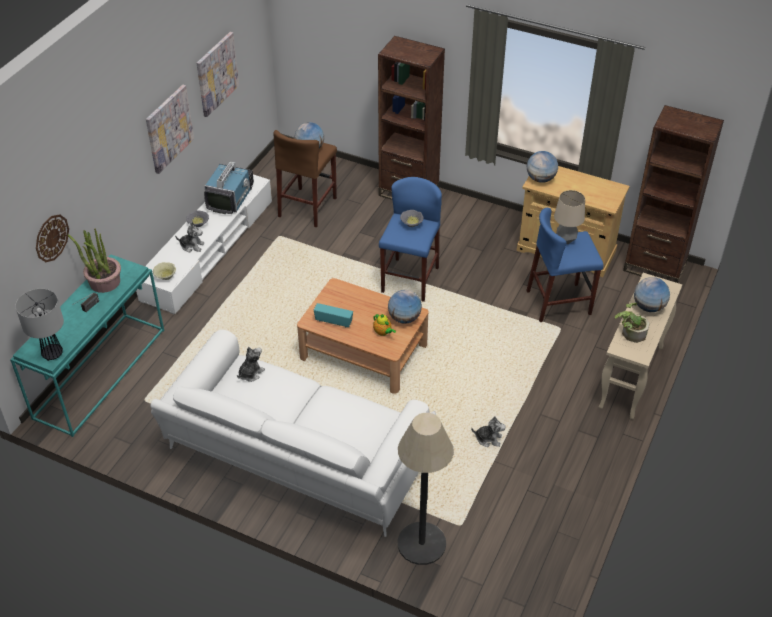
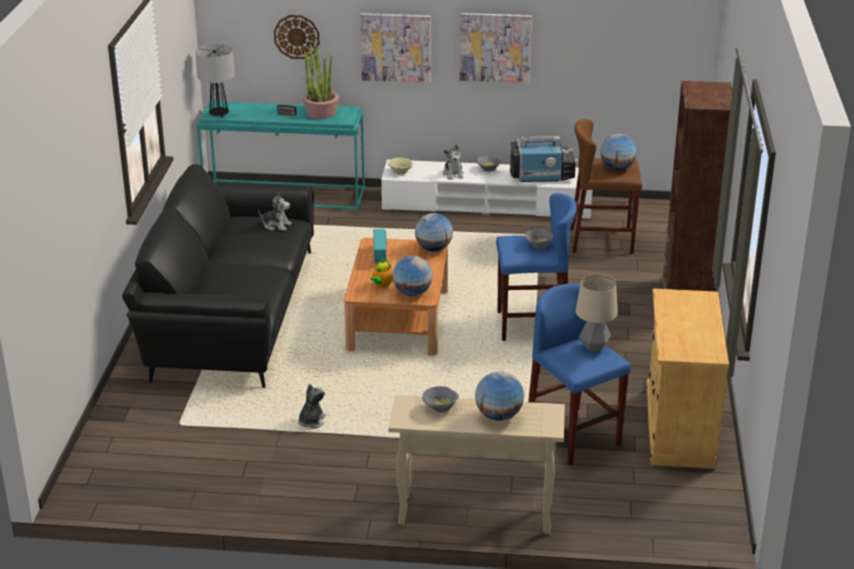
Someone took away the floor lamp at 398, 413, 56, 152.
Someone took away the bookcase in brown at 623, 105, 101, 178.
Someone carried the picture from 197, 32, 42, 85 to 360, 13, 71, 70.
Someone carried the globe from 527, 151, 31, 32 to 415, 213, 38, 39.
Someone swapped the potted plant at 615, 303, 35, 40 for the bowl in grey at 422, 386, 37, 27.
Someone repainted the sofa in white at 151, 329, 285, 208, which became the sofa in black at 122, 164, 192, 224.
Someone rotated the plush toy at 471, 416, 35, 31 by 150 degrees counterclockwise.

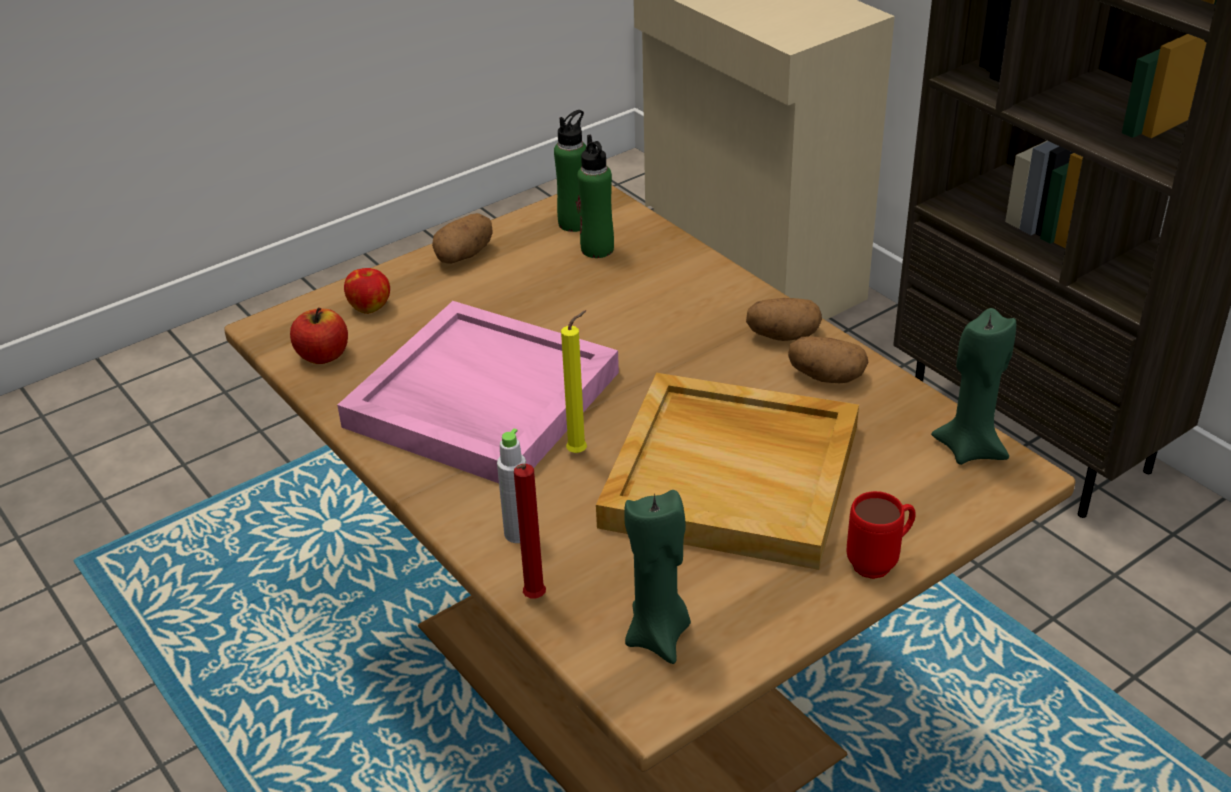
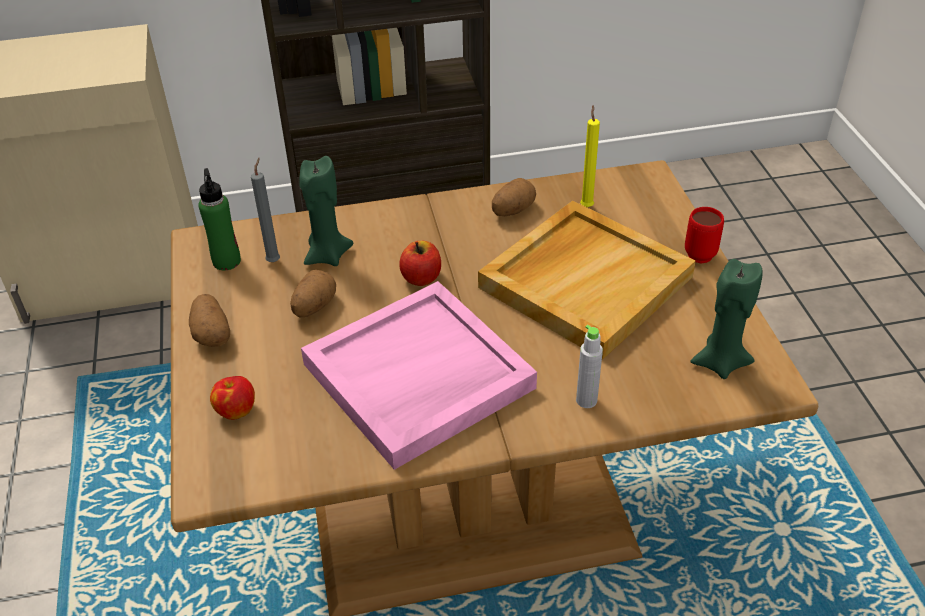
Someone took away the candle in red at 514, 464, 32, 134.
Someone carried the apple from 290, 307, 58, 57 to 399, 241, 42, 45.
Someone carried the candle in yellow from 561, 310, 26, 143 to 580, 105, 20, 102.
Someone carried the potato from 746, 298, 76, 43 to 290, 270, 46, 48.
Someone carried the candle in green from 931, 308, 85, 157 to 299, 156, 54, 110.
Someone swapped the bottle in green at 577, 135, 37, 123 for the candle in grey at 251, 158, 29, 104.

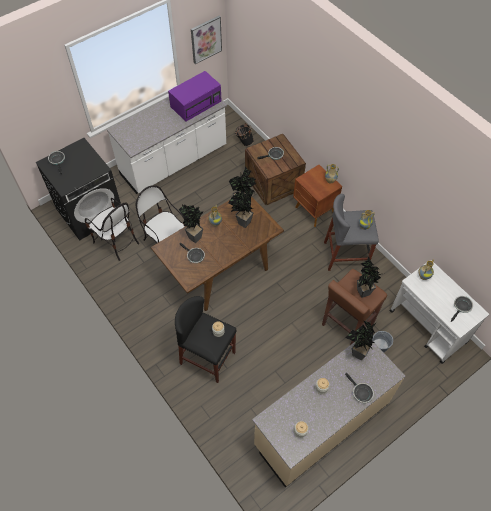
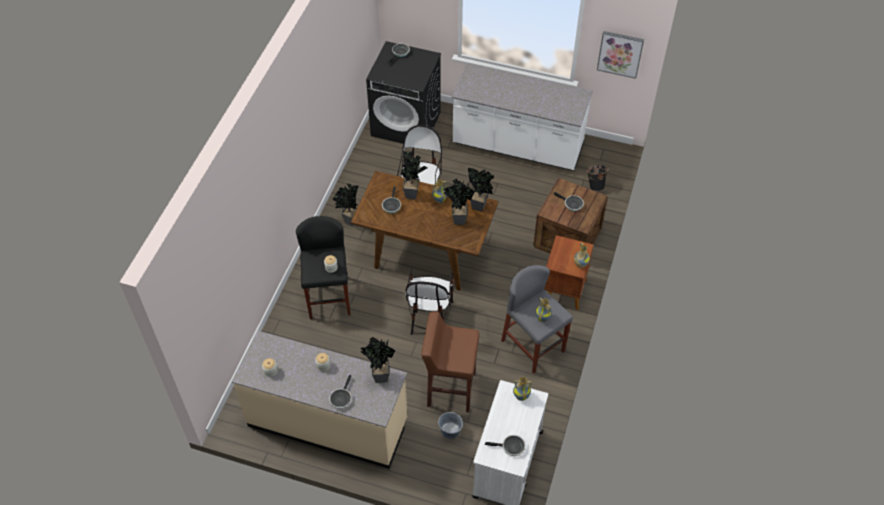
Someone took away the microwave in purple at 168, 71, 54, 51.
Someone carried the chair from 85, 198, 54, 63 to 405, 269, 49, 66.
Someone carried the potted plant from 357, 256, 28, 42 to 332, 184, 27, 43.

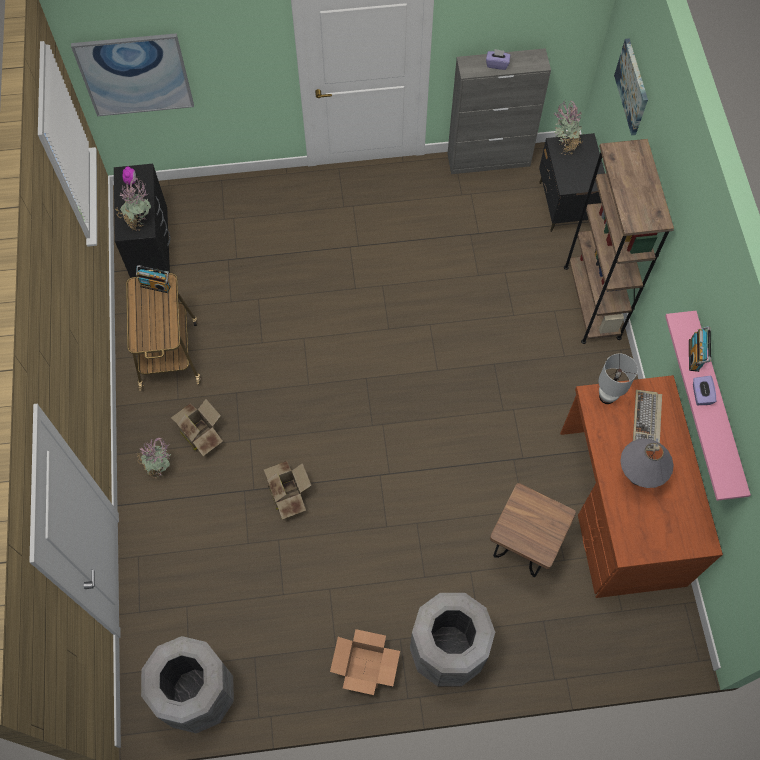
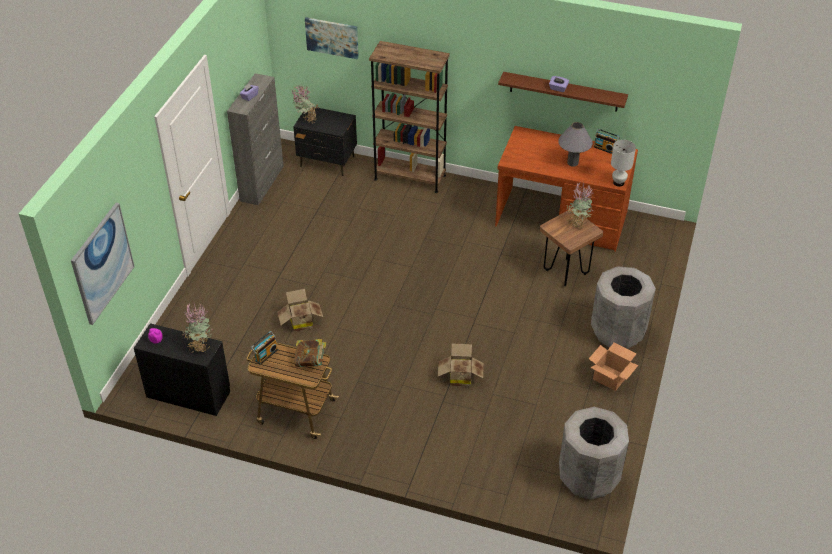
Someone took away the keyboard at 633, 390, 29, 62.
Someone put down the book at 294, 339, 32, 28.
Someone carried the potted plant from 136, 437, 35, 41 to 566, 182, 28, 47.
Someone carried the cardboard box from 171, 399, 52, 57 to 277, 289, 46, 43.
Someone carried the table lamp in white from 598, 354, 40, 50 to 611, 140, 25, 47.
Someone carried the radio from 689, 326, 22, 46 to 594, 129, 26, 25.
Someone repainted the shelf in pink at 665, 311, 86, 190, which became the shelf in brown at 498, 72, 130, 40.

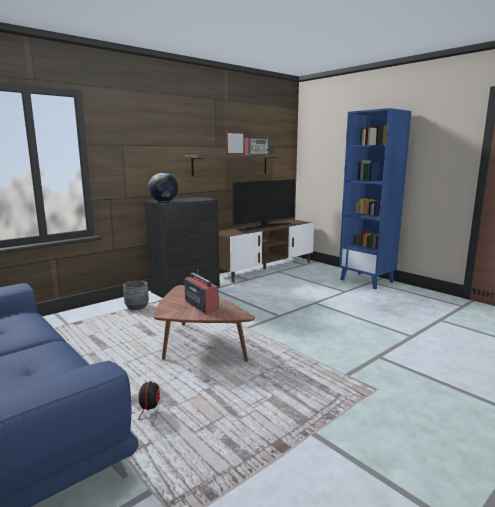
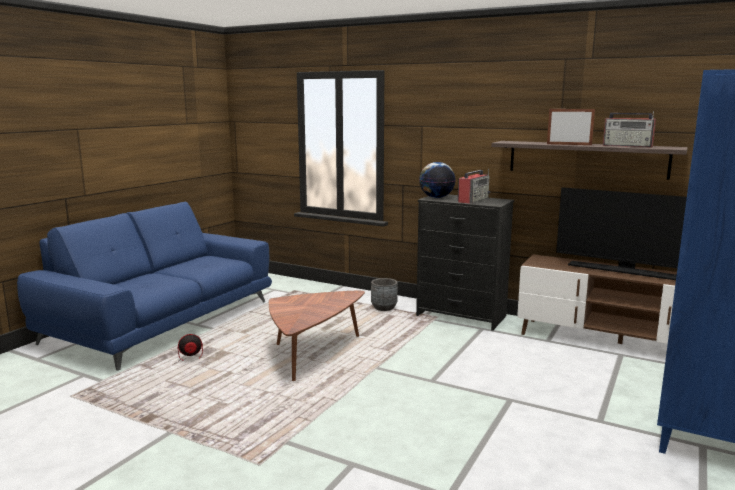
Someone carried the radio from 184, 269, 35, 45 to 458, 168, 32, 36.

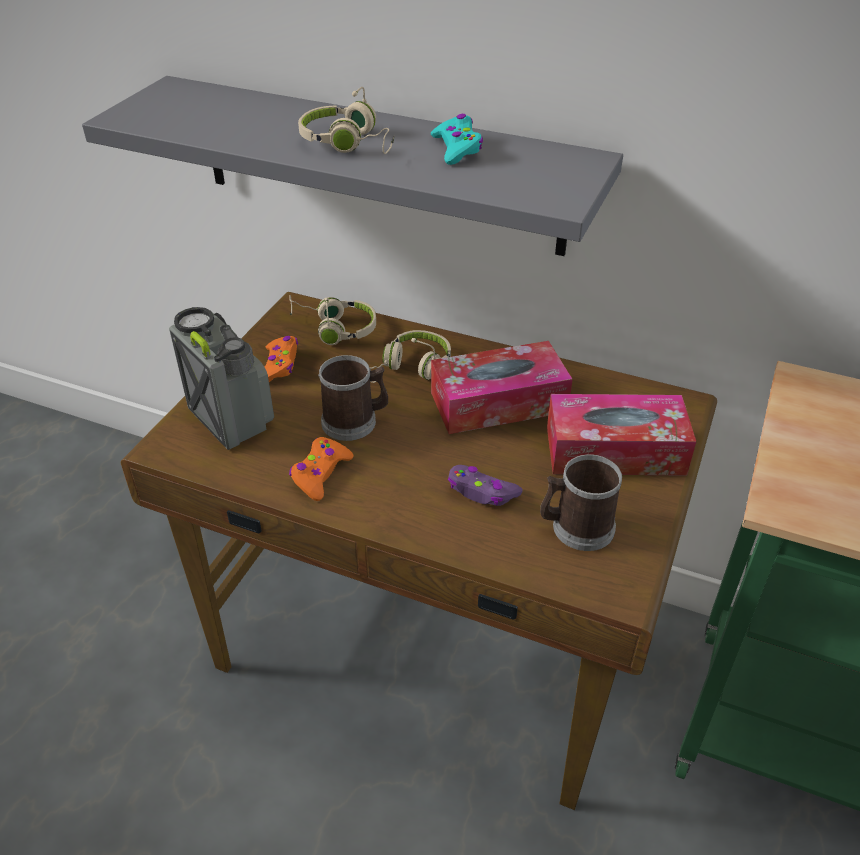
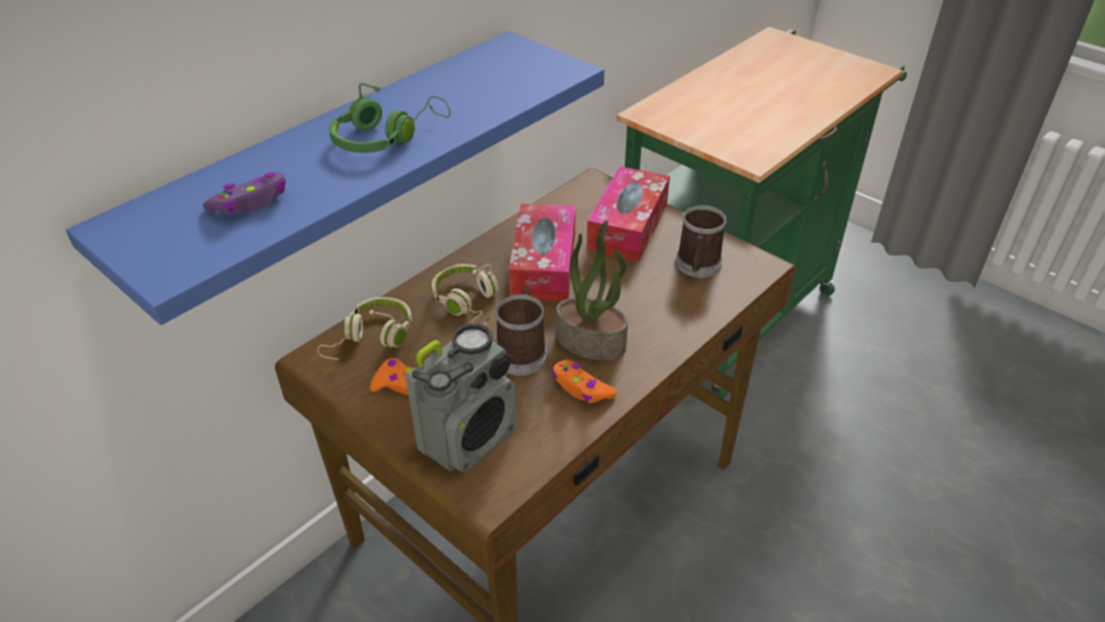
Someone took away the game controller in turquoise at 431, 114, 52, 51.
Someone put down the potted plant at 556, 220, 72, 140.
Someone carried the game controller in purple from 448, 465, 75, 41 to 203, 172, 83, 43.
Someone repainted the shelf in grey at 82, 76, 541, 180, which became the shelf in blue at 66, 31, 538, 294.
Someone repainted the headphones in beige at 298, 87, 97, 67, which became the headphones in green at 329, 83, 122, 70.
Someone rotated the radio at 169, 307, 105, 143 by 150 degrees clockwise.

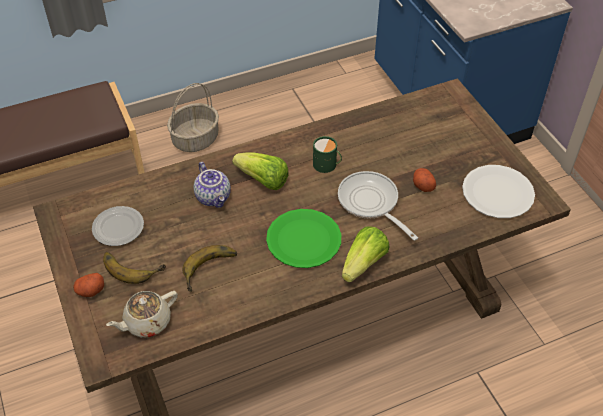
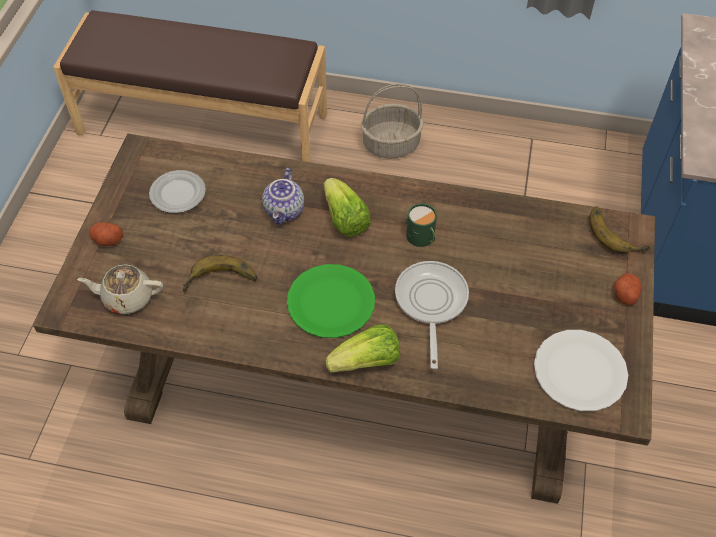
Someone carried the banana from 103, 252, 63, 32 to 589, 206, 61, 47.
Someone carried the potato from 413, 168, 23, 24 to 613, 273, 28, 32.

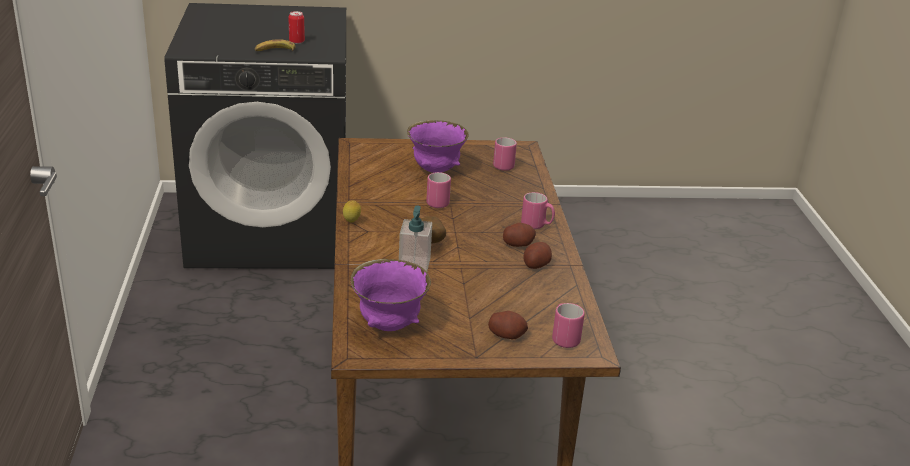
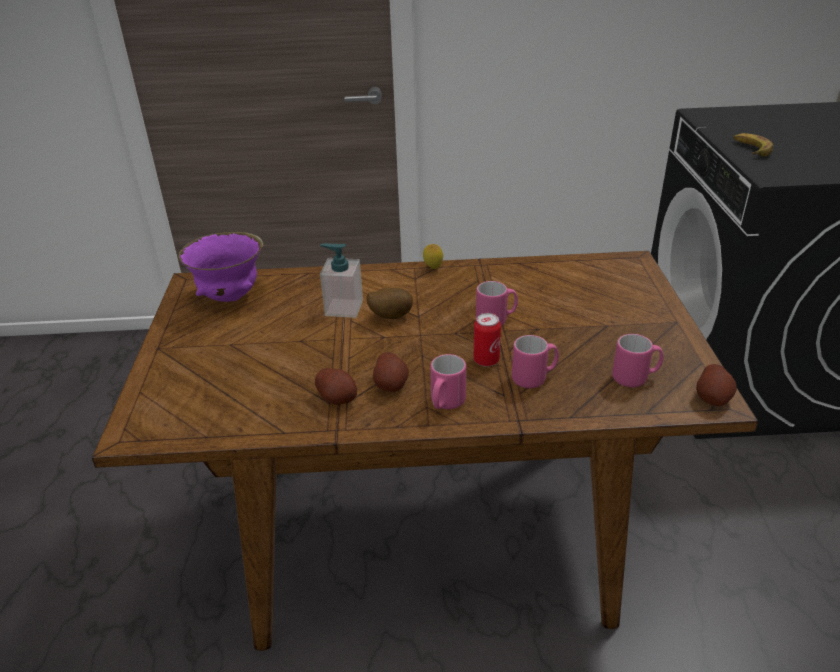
Someone took away the bowl in purple at 407, 120, 62, 53.
Someone carried the can from 288, 11, 17, 33 to 474, 313, 27, 54.
Someone carried the potato from 488, 311, 40, 28 to 696, 364, 41, 42.
Someone carried the mug in pink from 552, 303, 33, 45 to 512, 335, 47, 53.

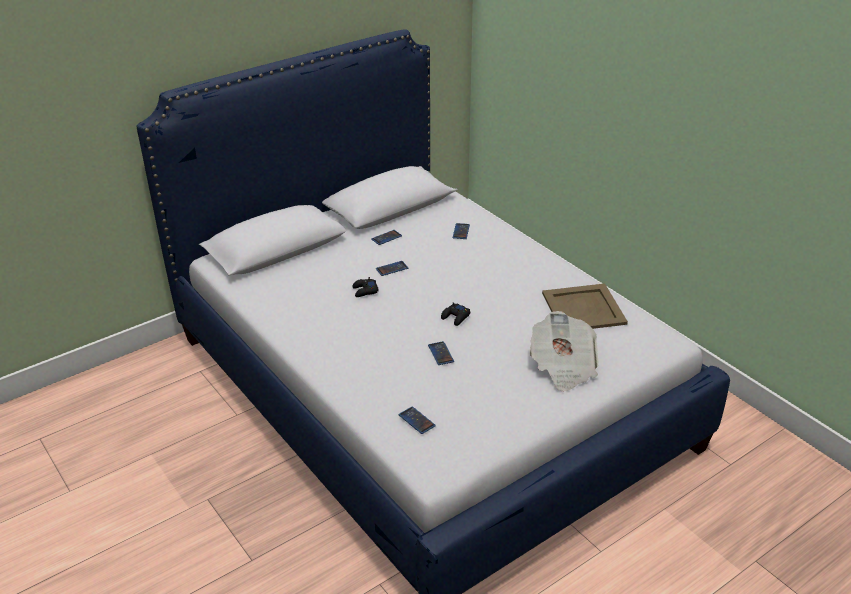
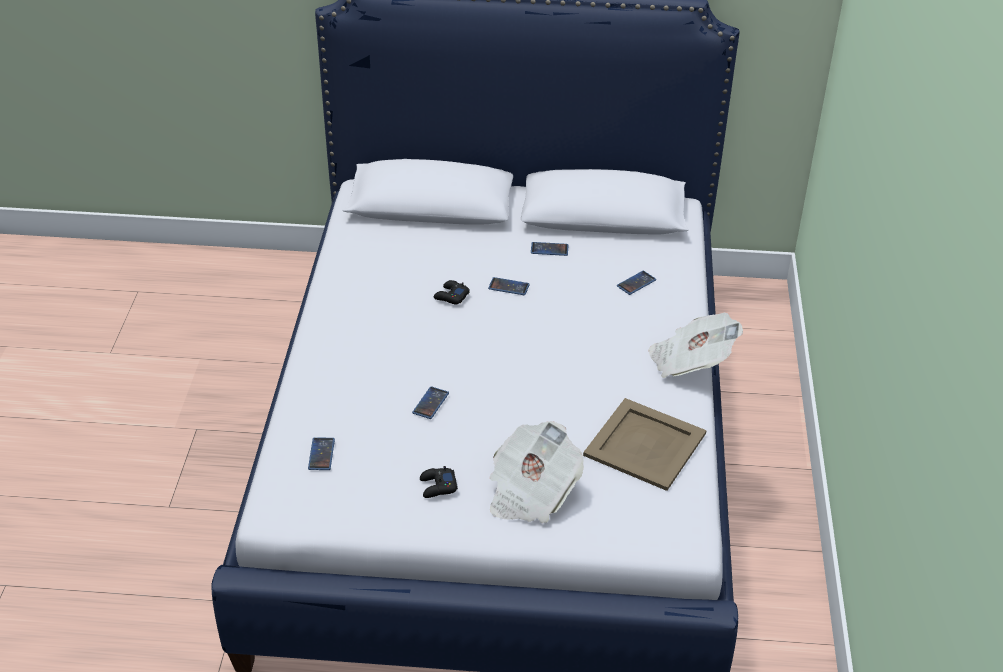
Someone put down the newspaper at 648, 313, 95, 65.
Someone carried the game controller in black from 441, 302, 29, 24 to 420, 466, 38, 32.

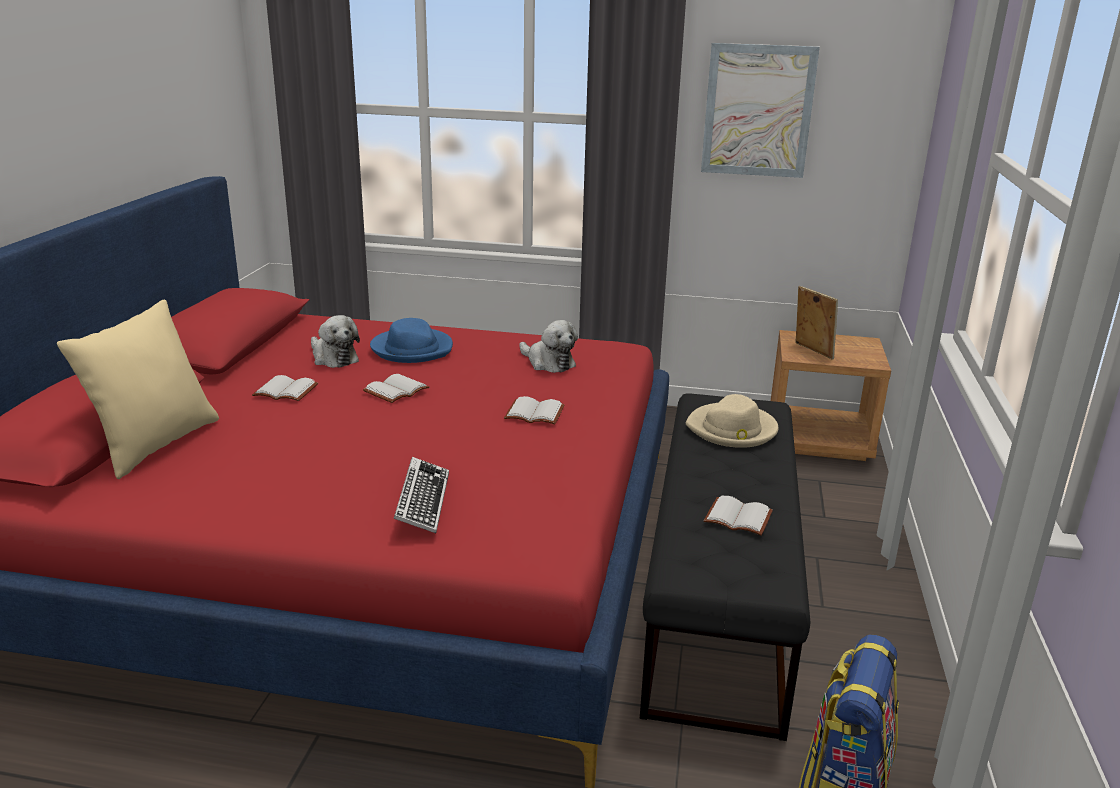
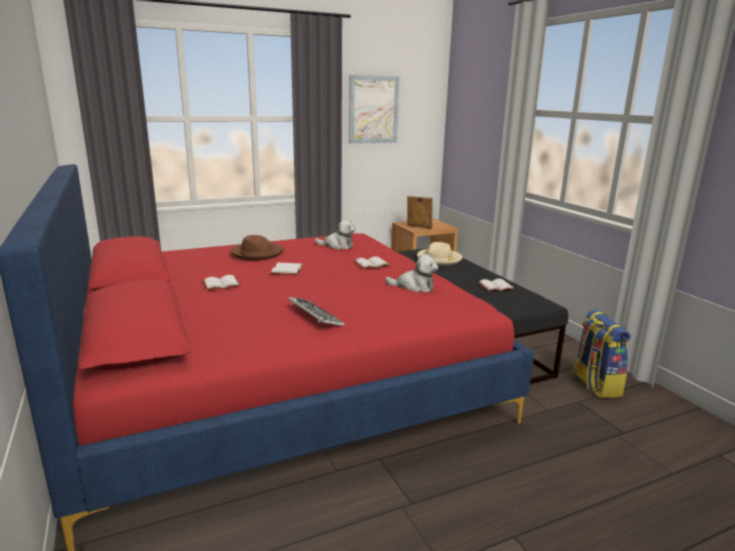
Someone took away the pillow in beige at 57, 300, 162, 179.
Someone carried the plush toy from 311, 315, 49, 53 to 385, 254, 53, 38.
Someone carried the keyboard from 394, 457, 55, 76 to 288, 297, 56, 29.
Someone repainted the hat in blue at 370, 318, 83, 45, which became the hat in brown at 231, 235, 53, 26.

